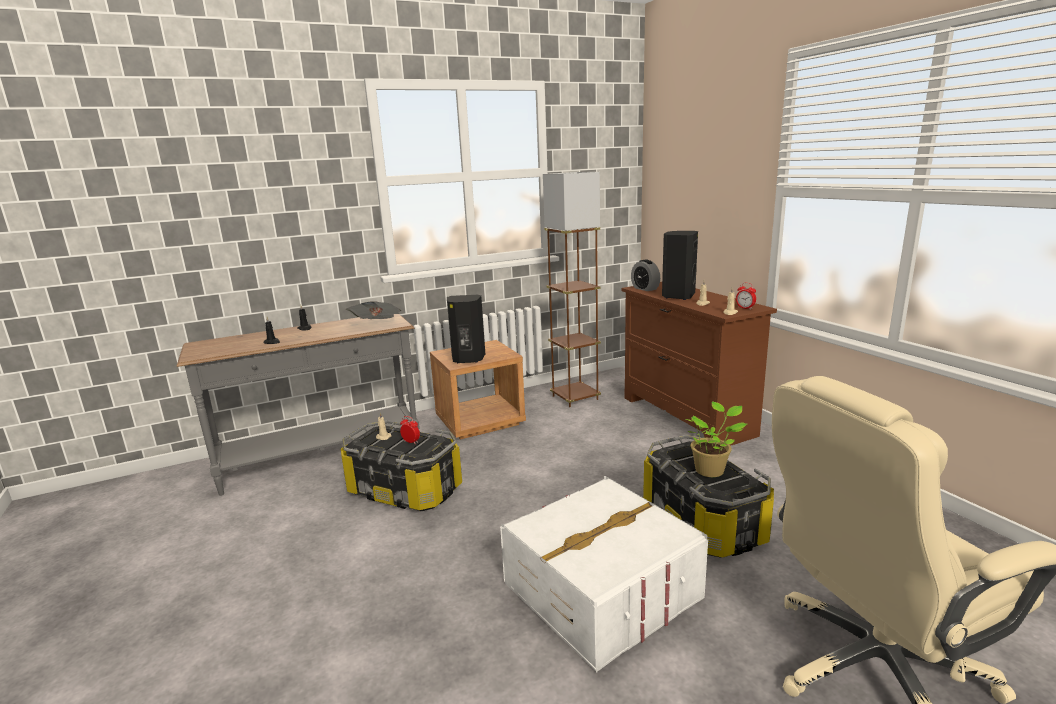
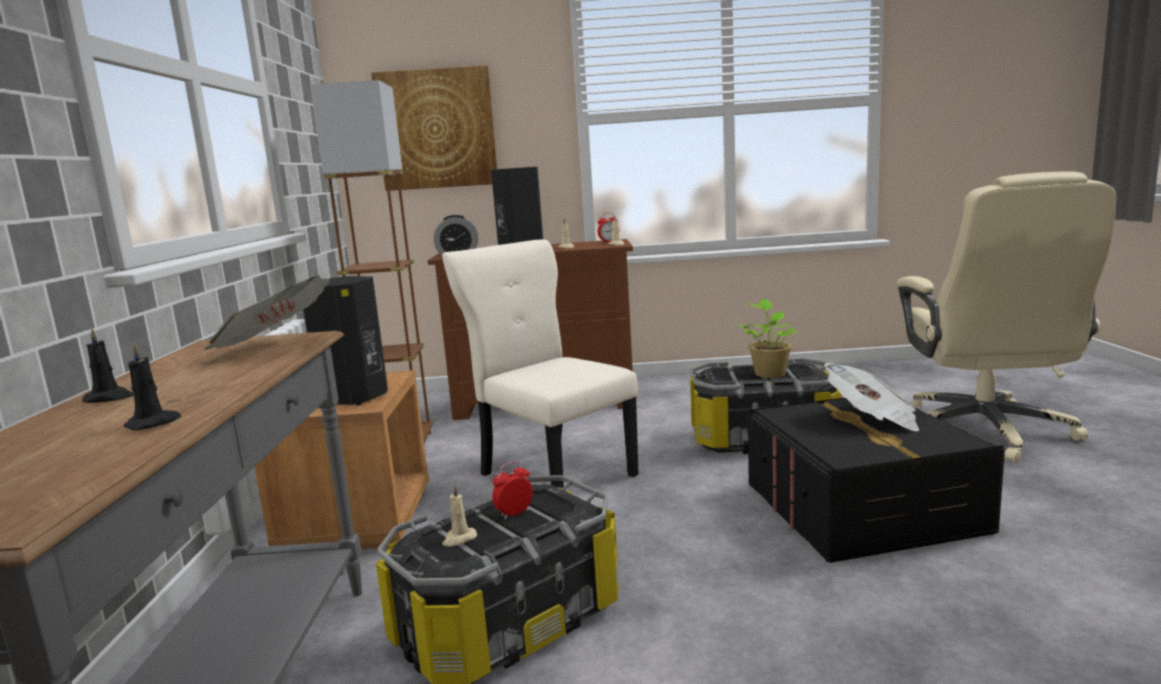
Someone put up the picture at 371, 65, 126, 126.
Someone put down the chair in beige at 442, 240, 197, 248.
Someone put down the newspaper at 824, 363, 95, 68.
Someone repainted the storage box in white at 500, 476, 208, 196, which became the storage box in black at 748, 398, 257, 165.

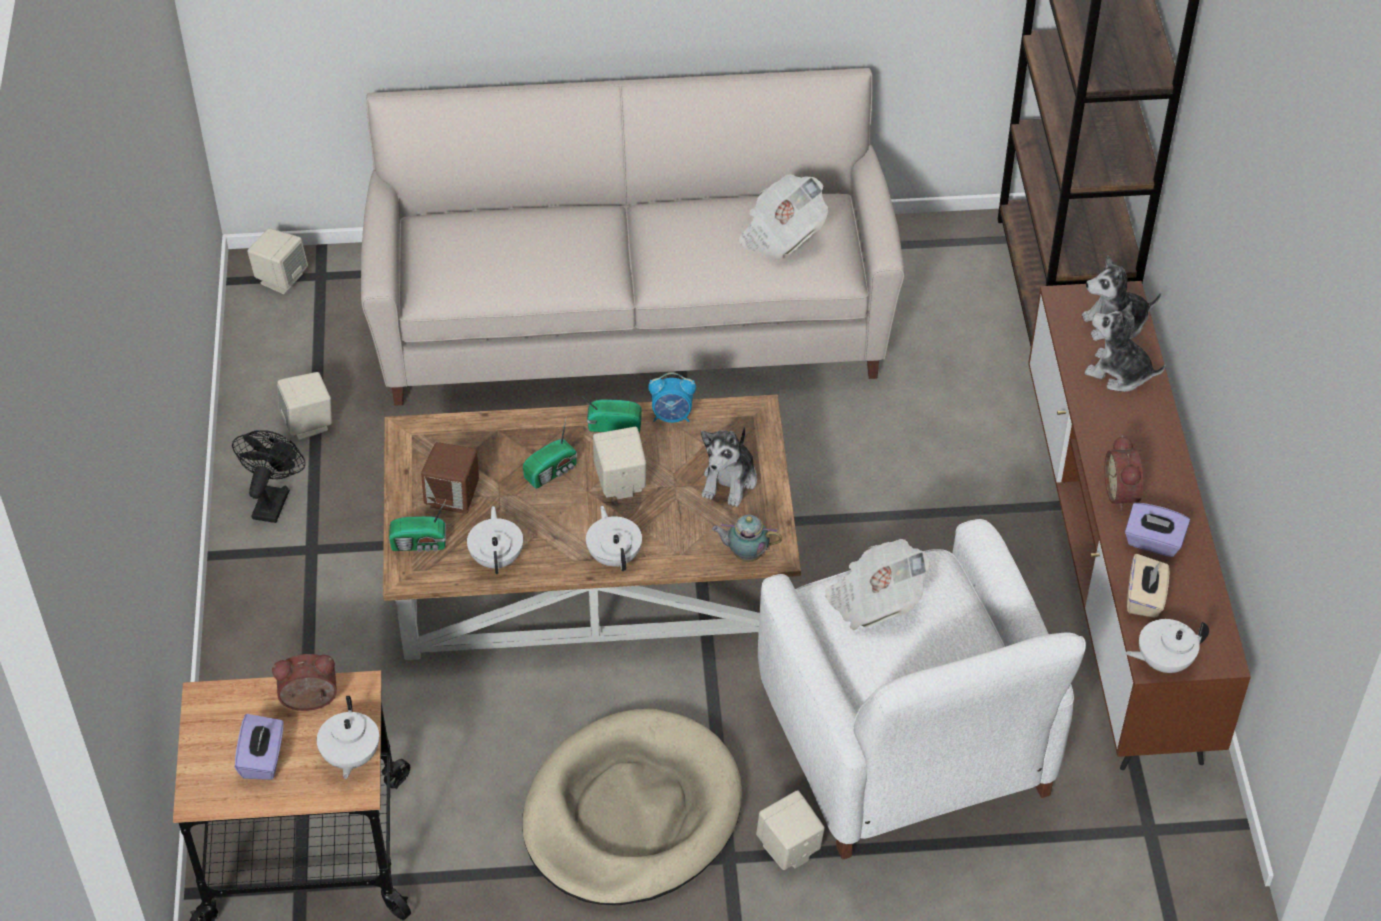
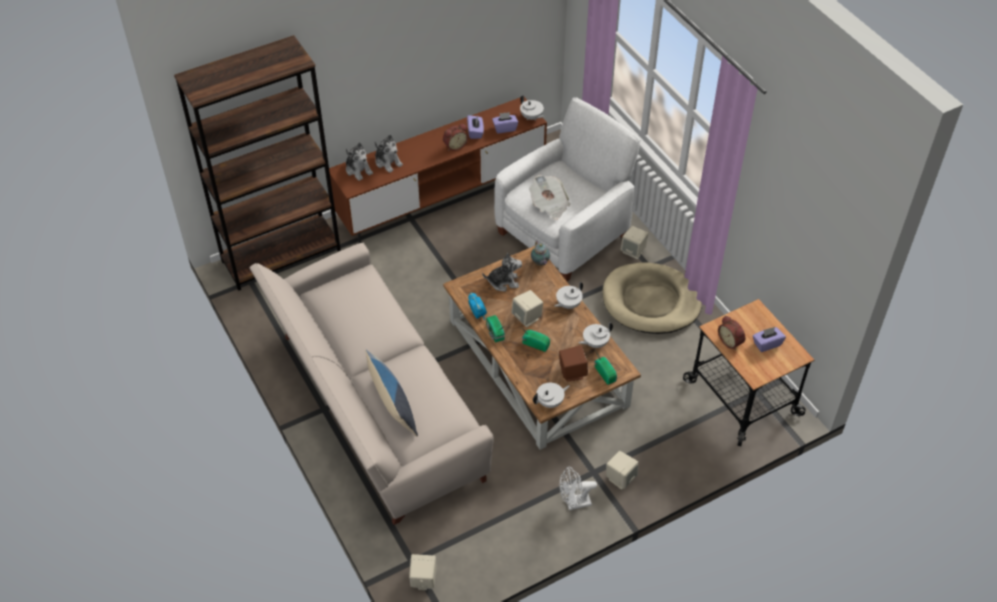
Someone took away the newspaper at 739, 174, 89, 86.
Someone put down the pillow at 365, 349, 53, 87.
Someone carried the speaker in beige from 277, 372, 55, 68 to 606, 451, 32, 39.
Someone carried the teapot in white from 317, 696, 62, 83 to 533, 383, 37, 25.
Someone repainted the fan in black at 232, 430, 74, 93, which became the fan in white at 559, 467, 38, 43.
Someone repainted the tissue box in beige at 1127, 554, 42, 64, which became the tissue box in purple at 492, 112, 26, 21.
Someone rotated the plush toy at 1084, 301, 82, 91 by 45 degrees counterclockwise.

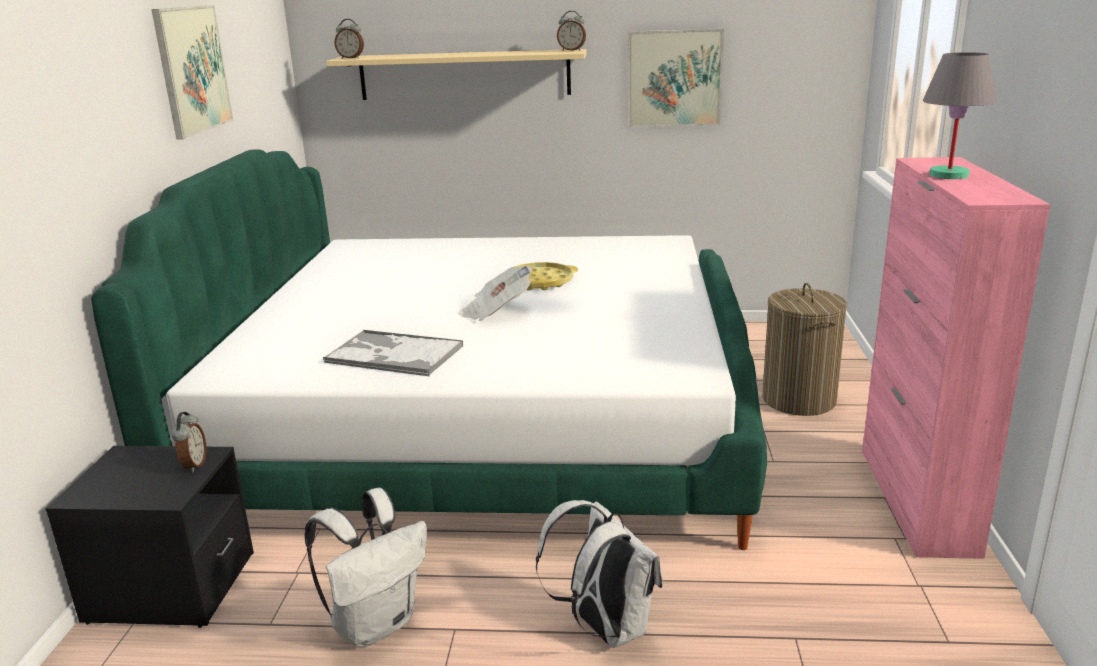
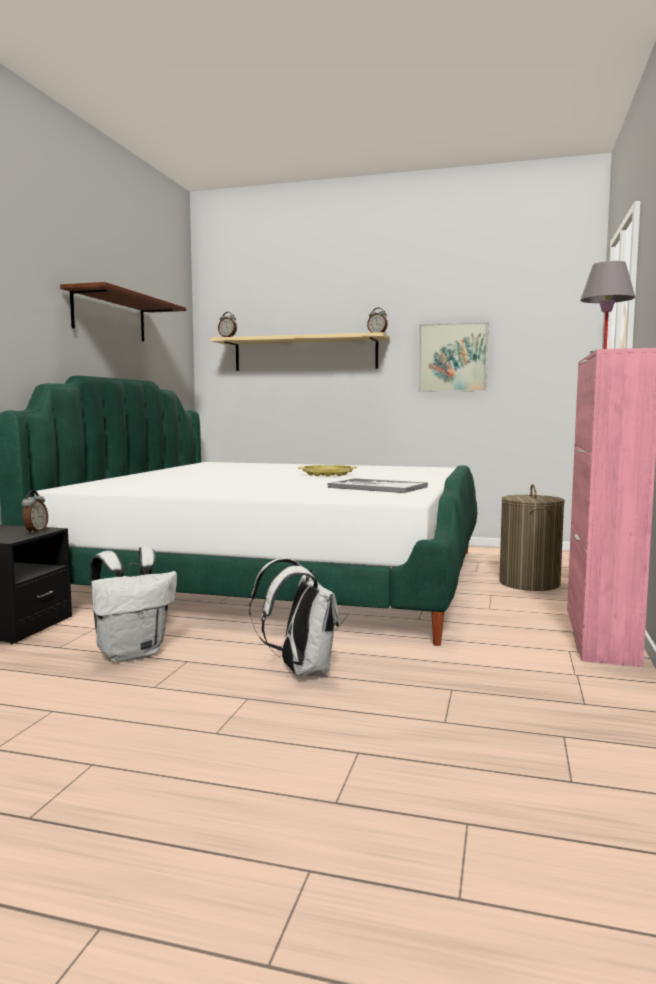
Someone took away the newspaper at 458, 266, 75, 55.
Someone carried the tray from 323, 330, 140, 47 to 327, 478, 101, 15.
Someone swapped the picture at 151, 5, 83, 135 for the shelf at 60, 282, 126, 60.

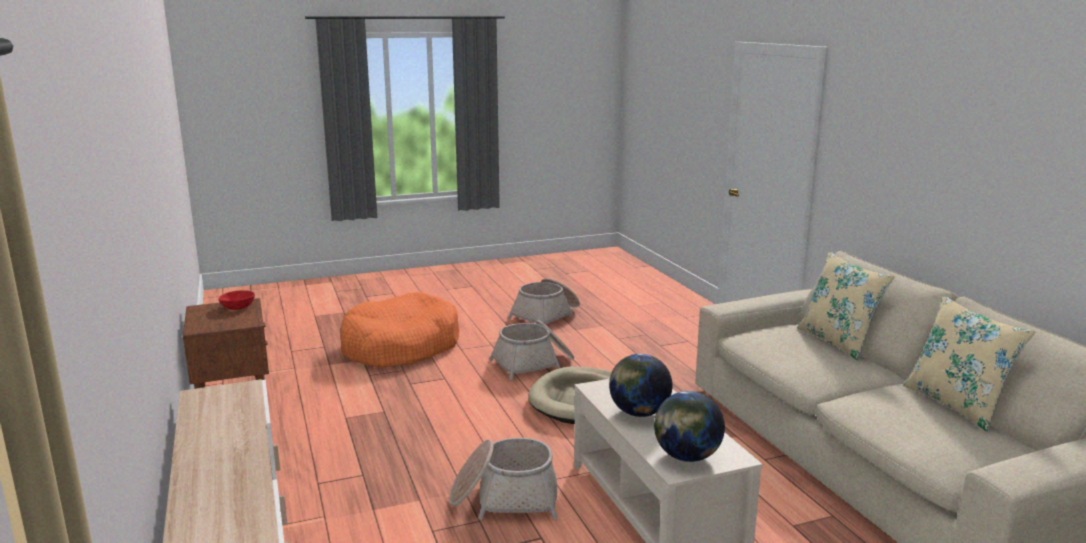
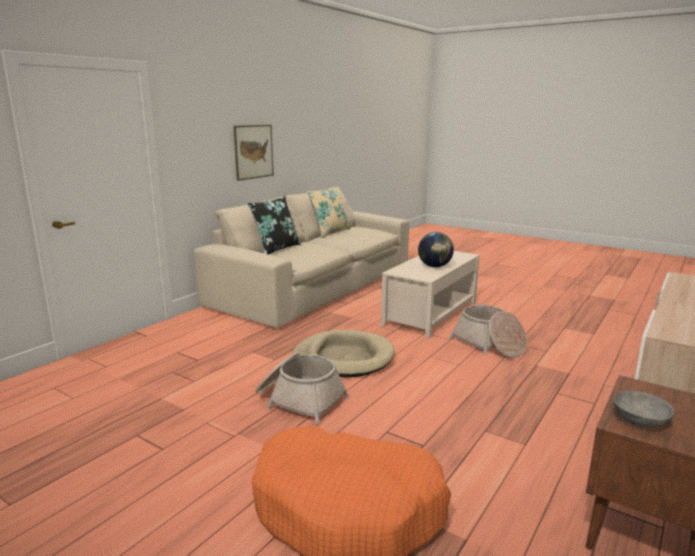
Someone took away the basket at 508, 278, 72, 46.
Someone took away the globe at 654, 391, 71, 71.
Someone put up the picture at 233, 125, 41, 56.
Someone repainted the bowl in red at 218, 290, 37, 20, which became the bowl in grey at 613, 391, 61, 37.
Someone repainted the pillow in beige at 797, 251, 98, 109, which became the pillow in black at 247, 195, 54, 60.

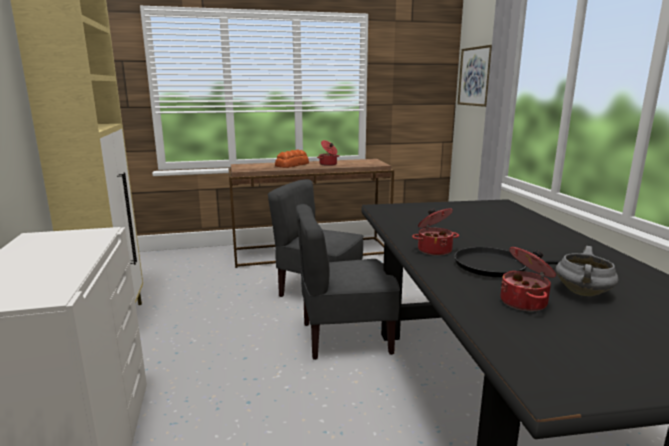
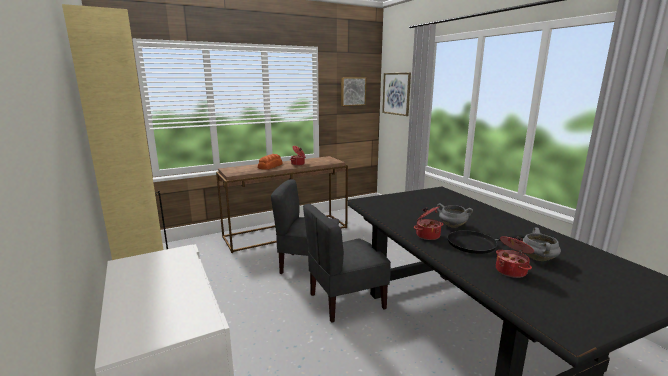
Someone put up the picture at 341, 77, 25, 29.
Someone put down the cooking pot in grey at 437, 203, 36, 25.

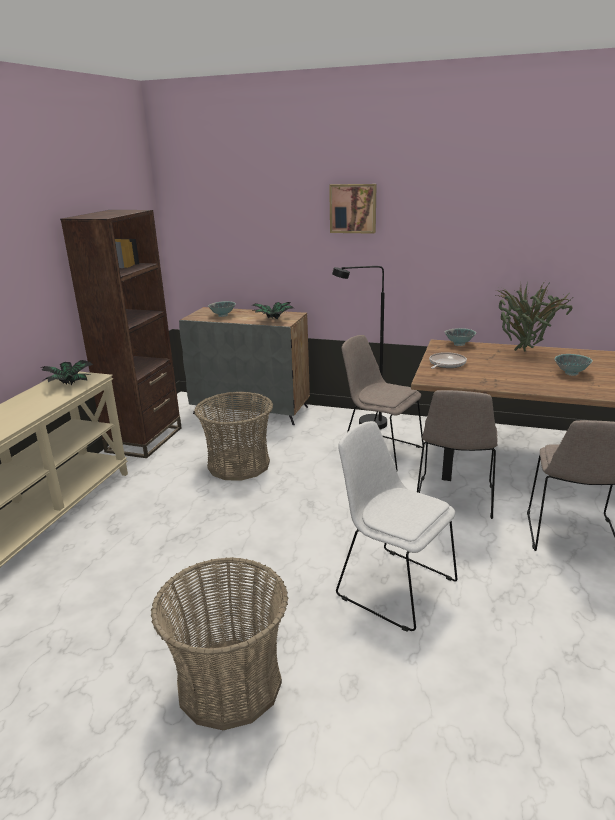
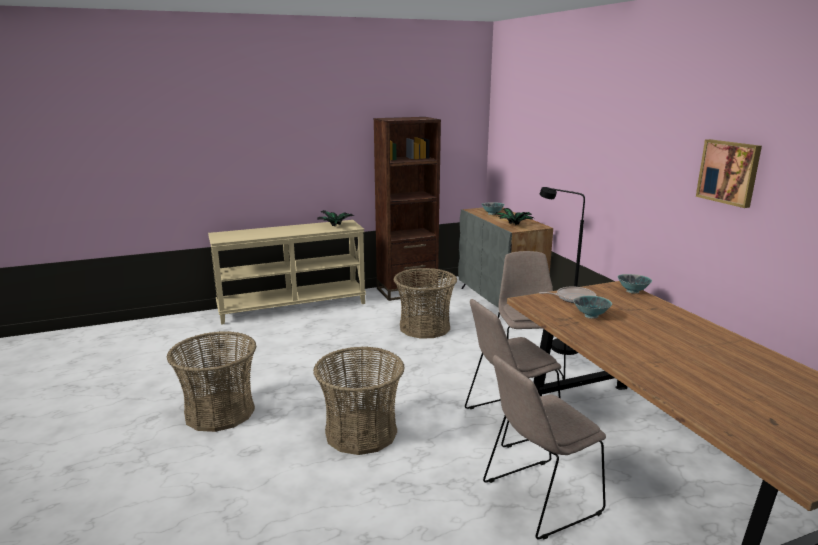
Someone took away the potted plant at 495, 283, 77, 69.
Someone carried the picture from 329, 184, 47, 50 to 696, 139, 66, 69.
Someone carried the bowl from 554, 354, 39, 22 to 573, 296, 39, 23.
Someone swapped the chair in white at 336, 421, 121, 211 for the basket at 313, 346, 92, 109.

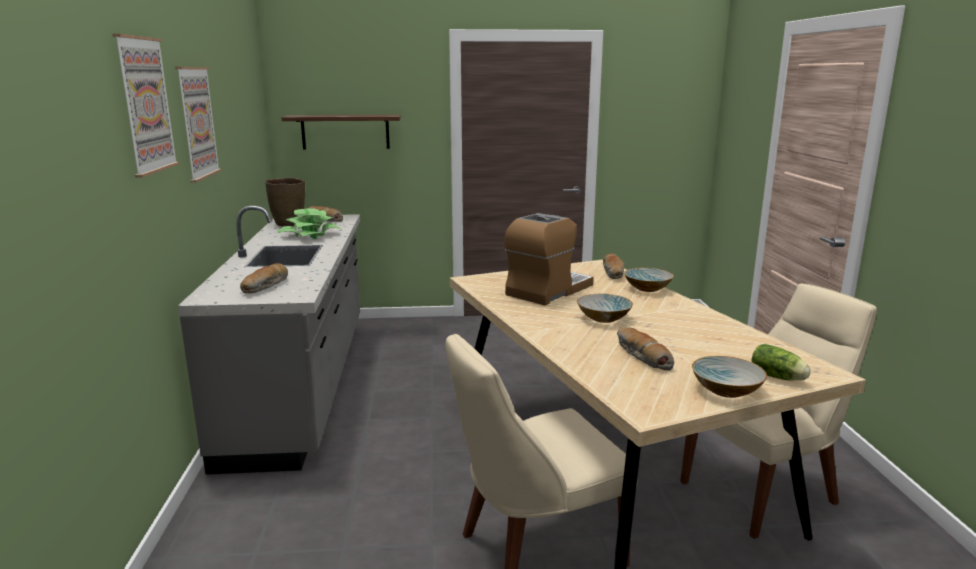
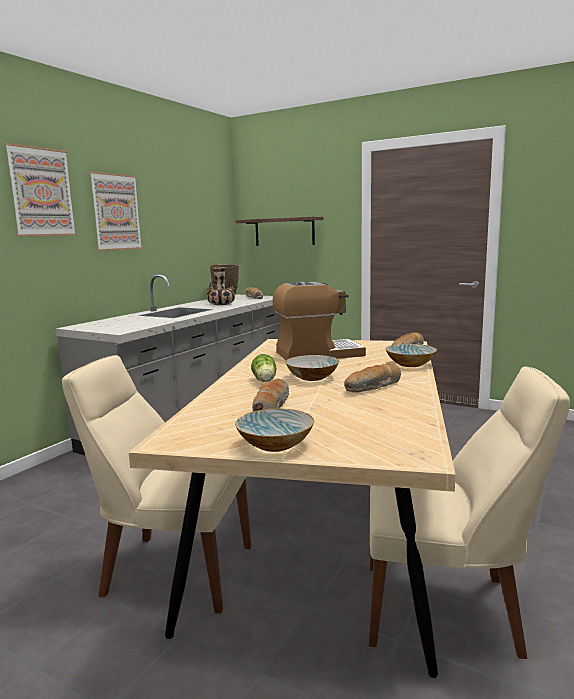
Someone carried the bread from 240, 263, 48, 30 to 344, 364, 57, 28.
Someone carried the lettuce from 751, 344, 60, 37 to 251, 354, 26, 28.
Someone swapped the potted plant at 276, 209, 64, 30 for the vase at 206, 267, 29, 38.

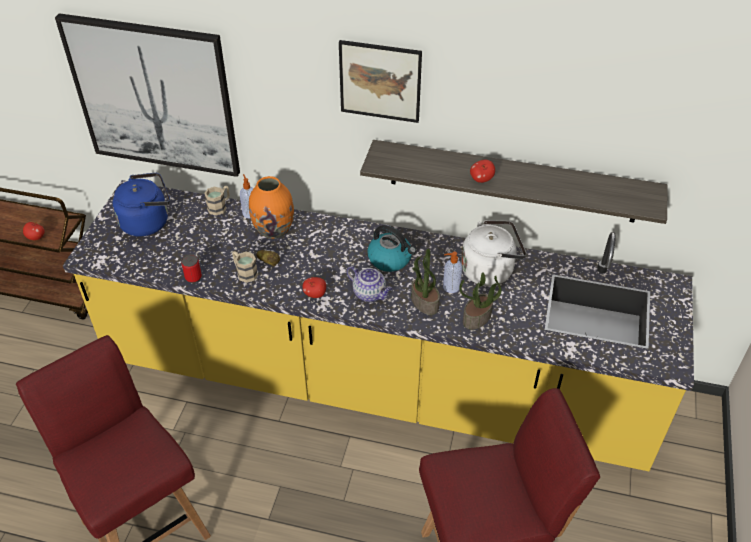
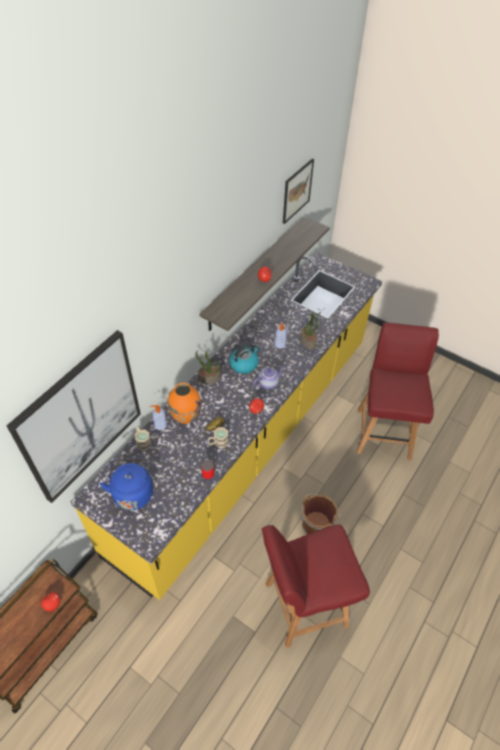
Someone took away the kettle in white at 461, 220, 65, 66.
Someone put down the bucket in brown at 302, 494, 39, 40.
Someone carried the picture from 339, 40, 83, 83 to 283, 159, 31, 65.
Someone carried the potted plant from 411, 249, 29, 66 to 196, 350, 25, 34.

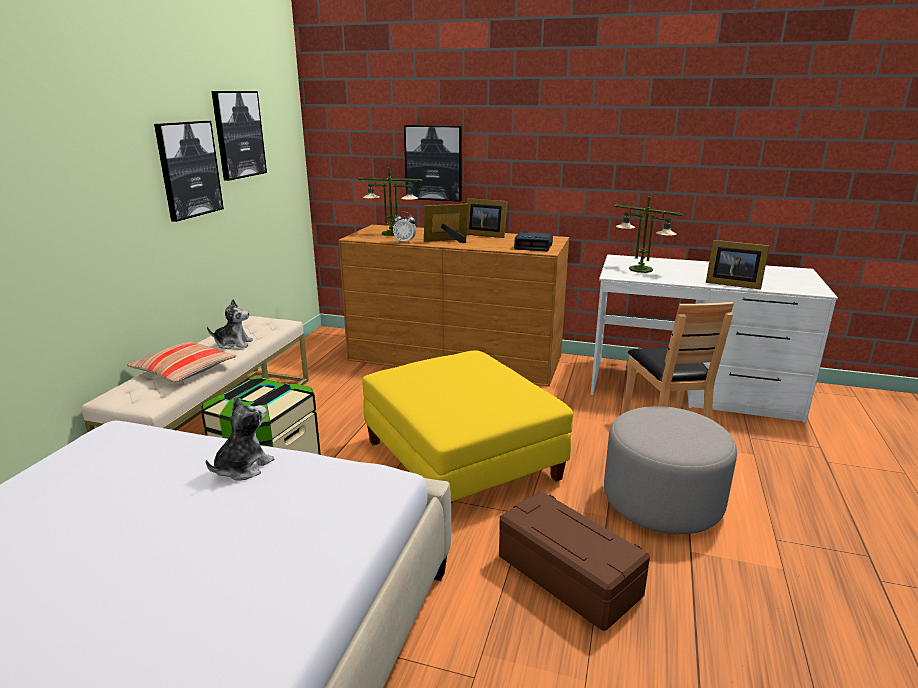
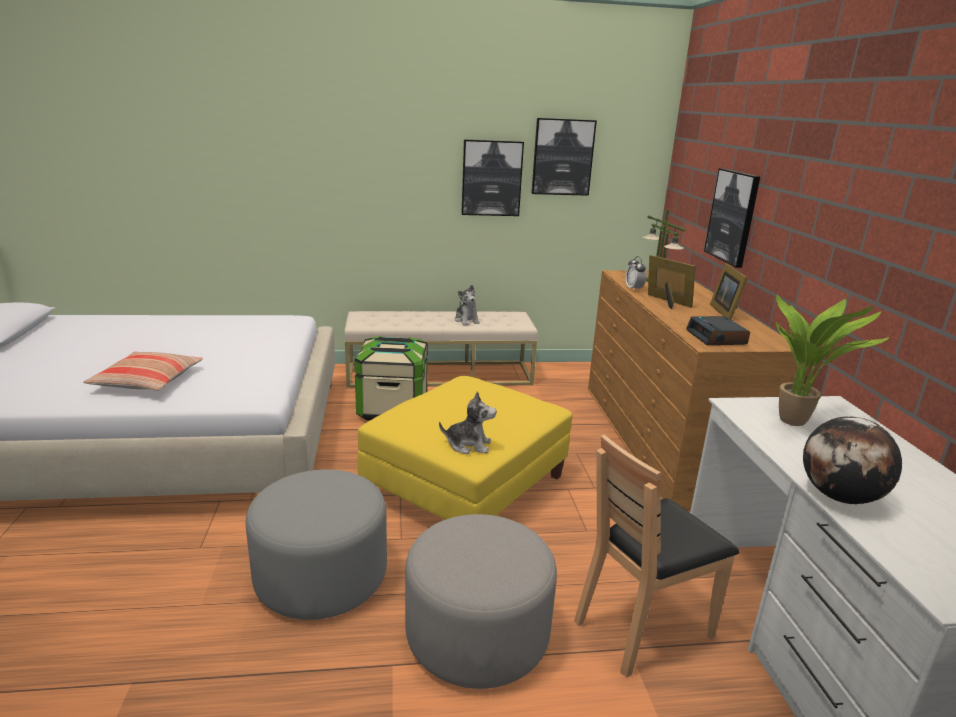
Someone carried the pillow from 127, 341, 110, 41 to 83, 352, 120, 39.
Someone carried the plush toy from 206, 397, 68, 84 to 439, 391, 57, 63.
Someone swapped the storage box in brown at 499, 491, 151, 140 for the ottoman in grey at 246, 469, 141, 151.
Someone swapped the table lamp at 615, 195, 69, 78 for the potted plant at 776, 295, 113, 131.
Someone swapped the picture frame at 706, 240, 64, 50 for the globe at 803, 416, 99, 88.

